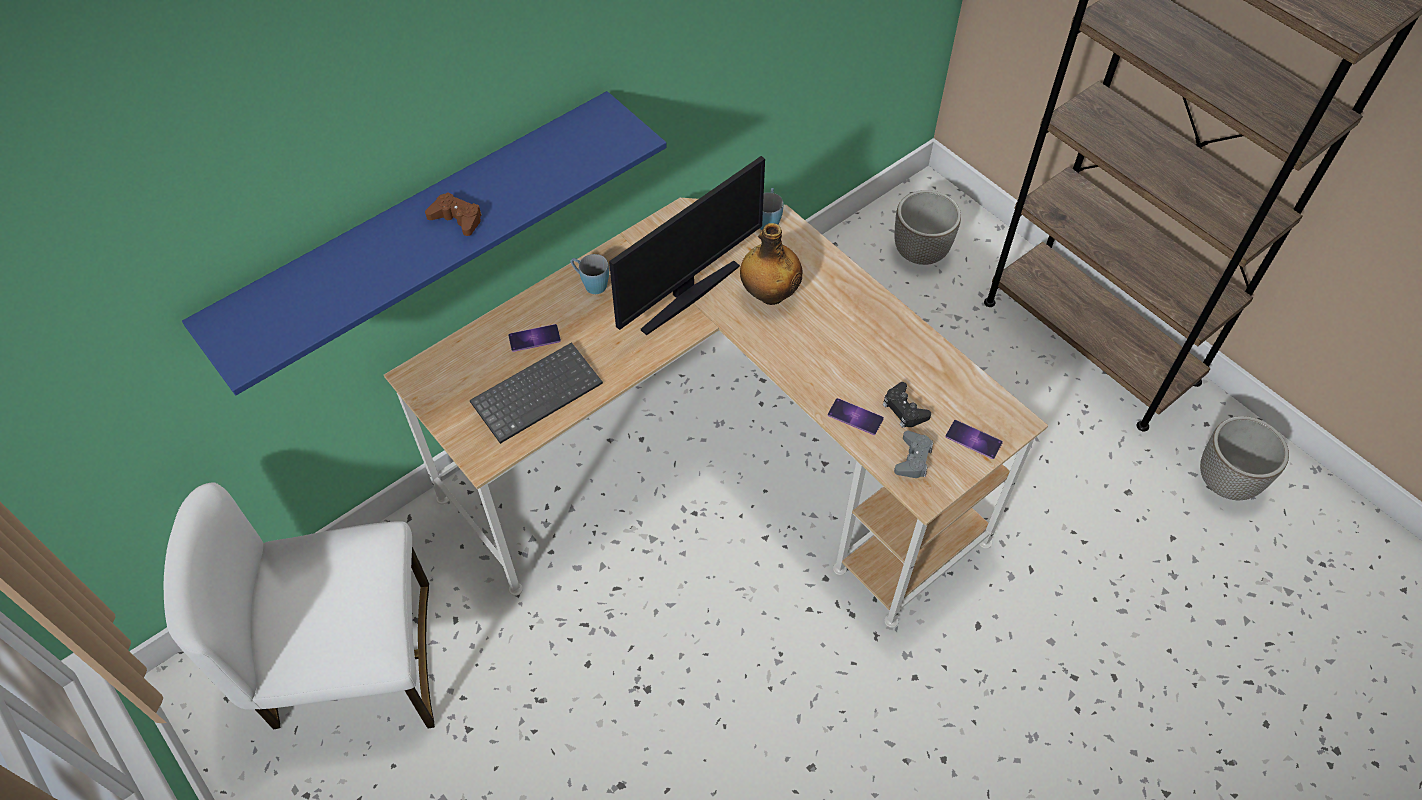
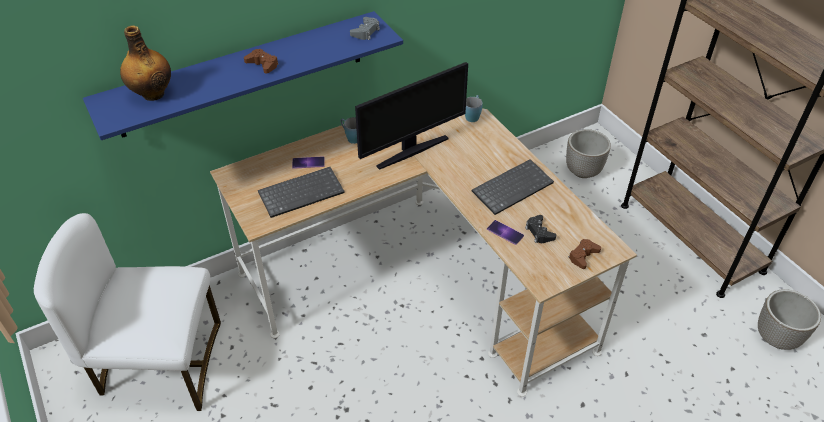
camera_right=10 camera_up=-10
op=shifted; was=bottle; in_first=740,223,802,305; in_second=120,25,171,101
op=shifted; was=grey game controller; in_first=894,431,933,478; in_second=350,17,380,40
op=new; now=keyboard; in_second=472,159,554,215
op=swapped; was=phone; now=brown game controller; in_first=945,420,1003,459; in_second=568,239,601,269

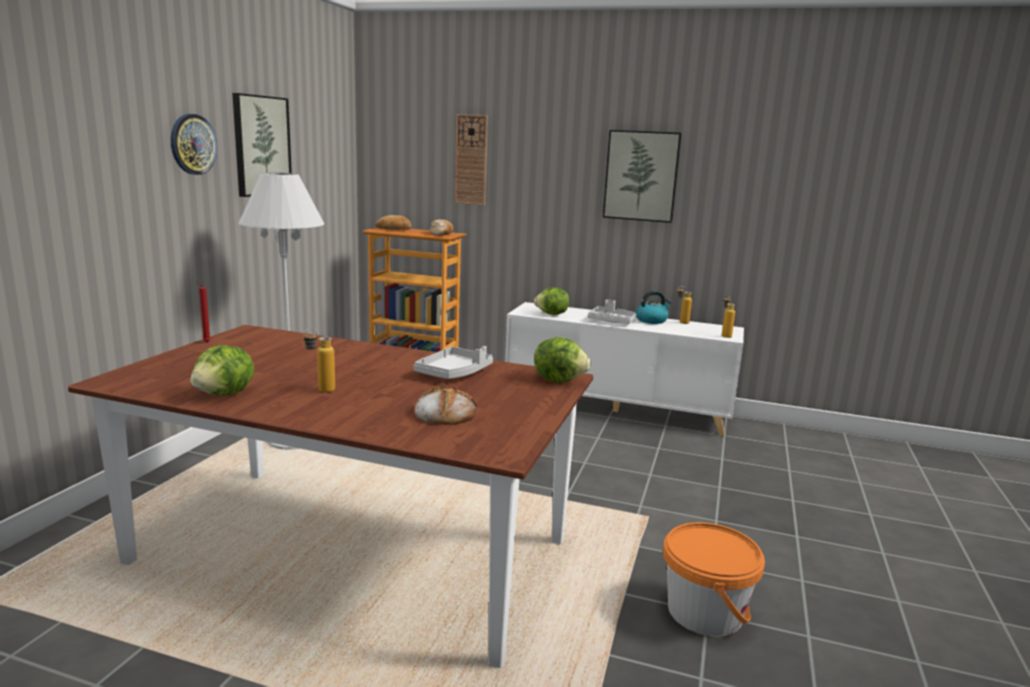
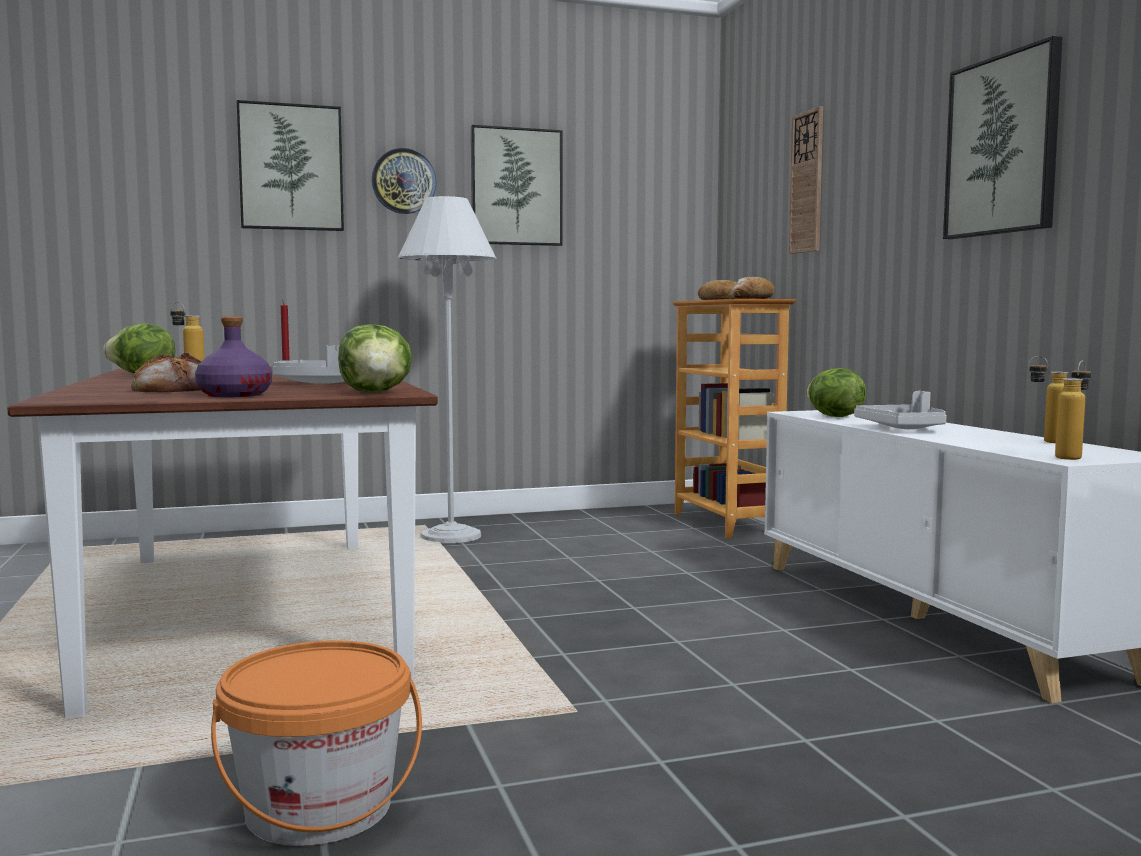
camera_right=55 camera_up=-10
op=new; now=purple bottle; in_second=195,317,272,397
op=new; now=picture; in_second=237,100,344,231
op=gone; was=kettle; in_first=636,291,671,324

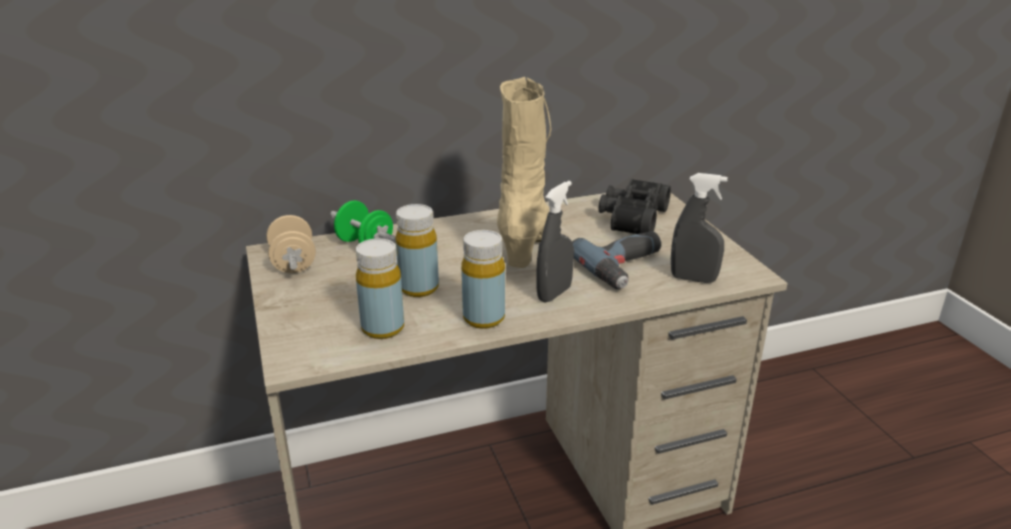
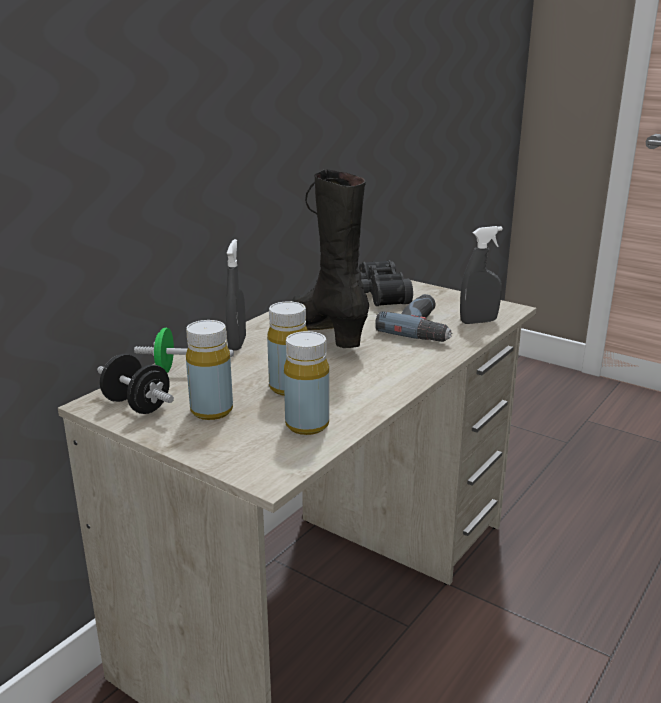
camera_right=-35 camera_up=-5
op=repainted; was=beige dumbbell; now=black dumbbell; in_first=266,215,316,273; in_second=97,354,174,414
op=shifted; was=yellow bottle; in_first=461,230,505,329; in_second=186,320,233,420
op=shifted; was=grey spray bottle; in_first=536,181,574,302; in_second=226,239,246,350
op=repainted; was=beige boot; now=black boot; in_first=497,77,551,268; in_second=292,169,369,348

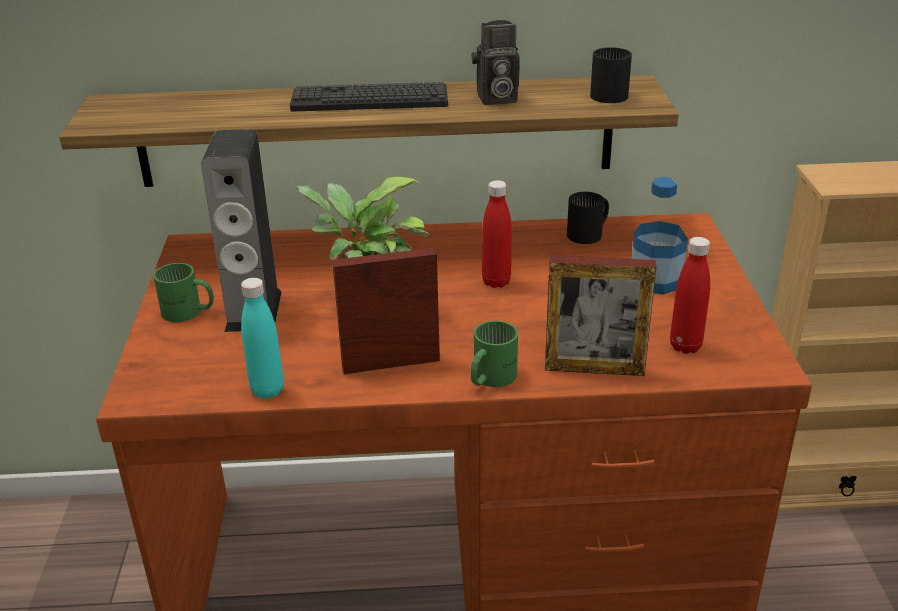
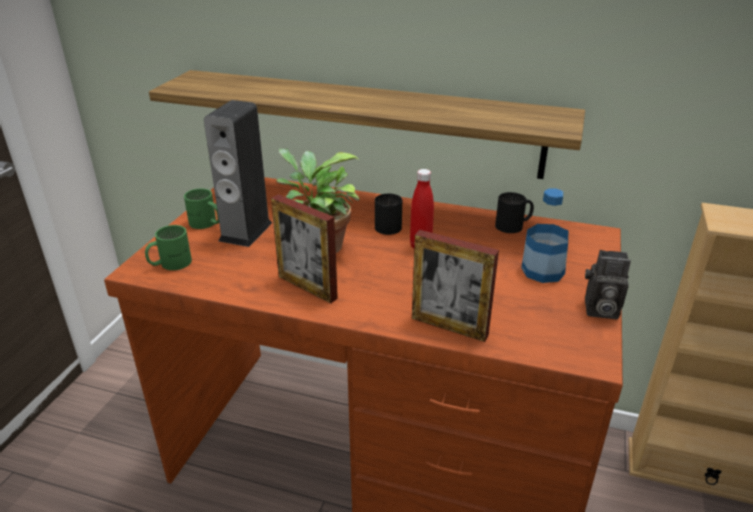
camera_right=20 camera_up=0
op=shifted; was=green mug; in_first=471,321,518,387; in_second=145,225,192,270
op=rotated; was=picture frame; in_first=332,248,440,374; in_second=271,194,338,303; clockwise=-150
op=shifted; was=black mug; in_first=590,47,632,103; in_second=375,194,402,235
op=shifted; was=photo camera; in_first=471,20,520,105; in_second=585,250,631,320
op=gone; was=turquoise bottle; in_first=241,278,284,399
op=gone; was=keyboard; in_first=290,82,448,111
op=gone; was=red bottle; in_first=670,237,710,354

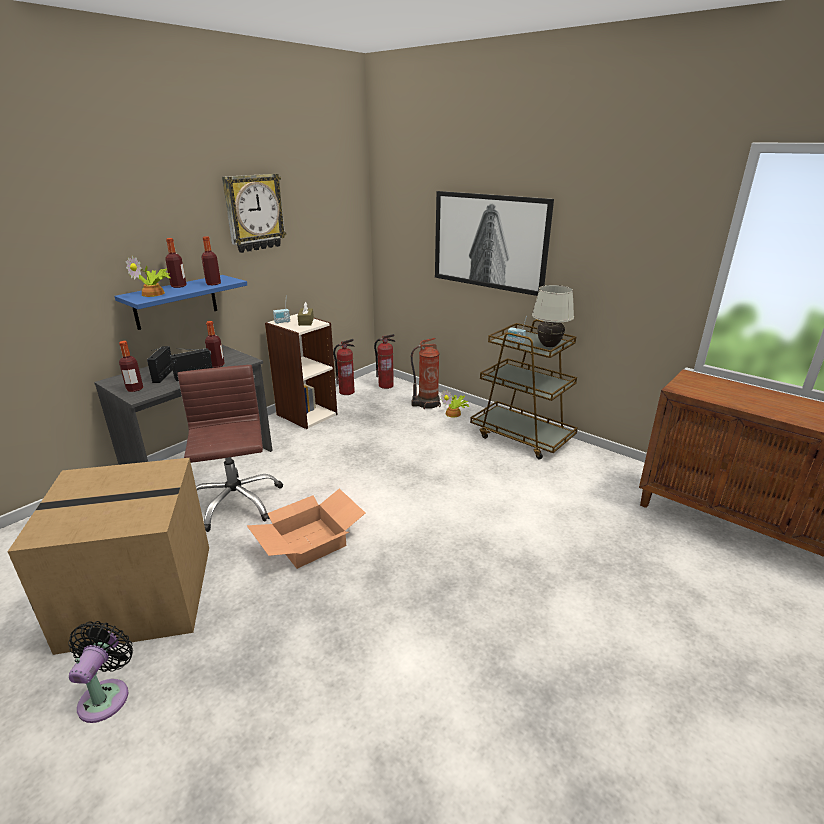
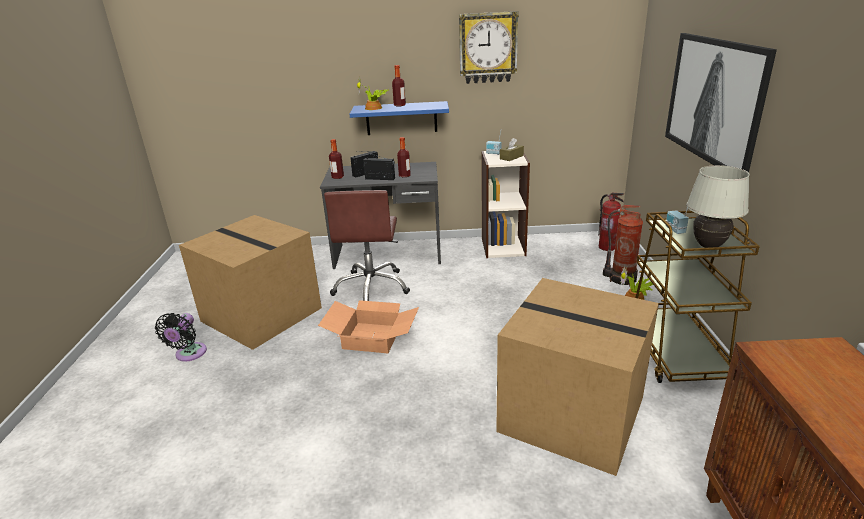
camera_right=50 camera_up=0
op=rotated; was=black fan; in_first=68,621,133,723; in_second=155,313,207,362; clockwise=135
op=rotated; was=brown office chair; in_first=178,365,283,532; in_second=324,190,410,301; clockwise=150
op=new; now=cardboard box; in_second=496,278,659,476
op=gone; was=bottle; in_first=201,236,221,285
op=gone; was=fire extinguisher; in_first=333,339,355,395

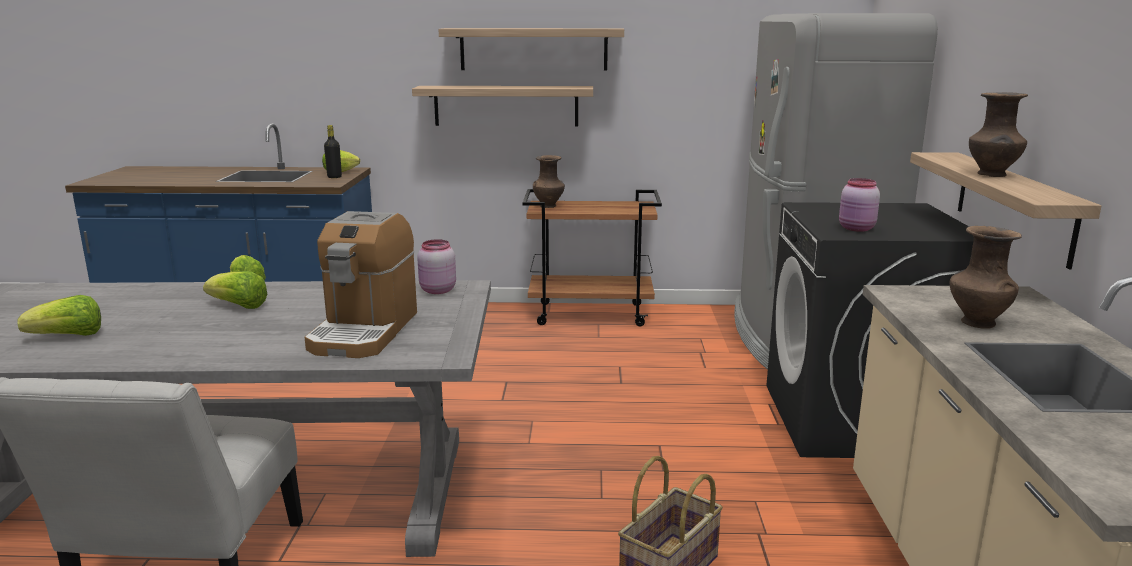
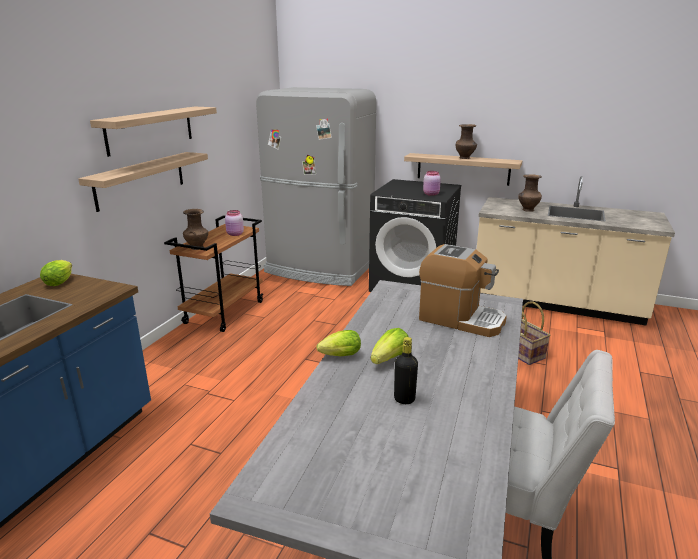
camera_right=-70 camera_up=5
op=shifted; was=pink jar; in_first=417,239,456,294; in_second=225,210,244,236
op=shifted; was=black bottle; in_first=324,125,342,178; in_second=394,337,418,404
op=gone; was=lettuce; in_first=17,295,101,336

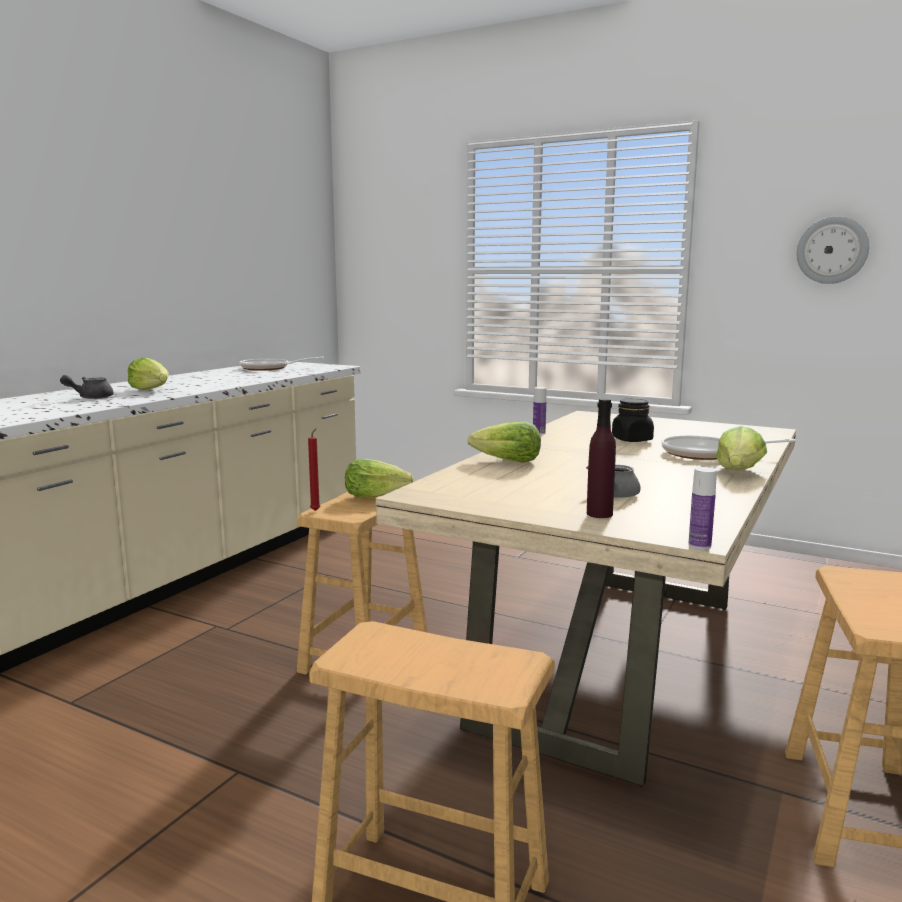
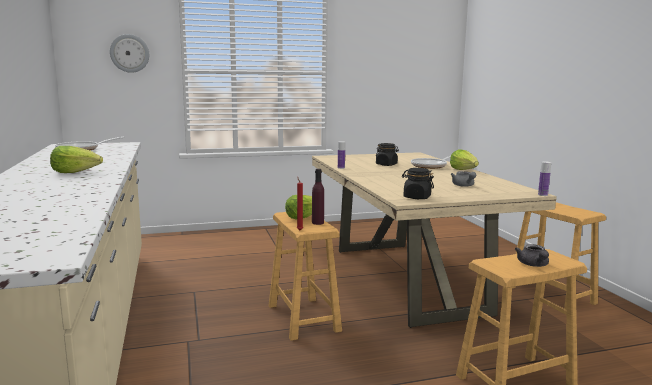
camera_right=-45 camera_up=0
op=shifted; was=wall clock; in_first=797,216,869,284; in_second=110,34,149,73
op=shifted; was=purple bottle; in_first=587,399,616,518; in_second=312,169,324,225
op=new; now=black jar; in_second=402,168,434,199
op=shifted; was=grey teapot; in_first=60,375,114,399; in_second=515,244,549,267
op=gone; was=lettuce; in_first=468,421,541,463

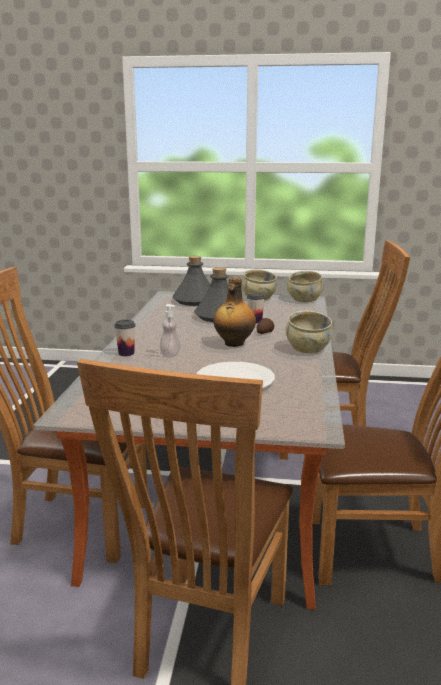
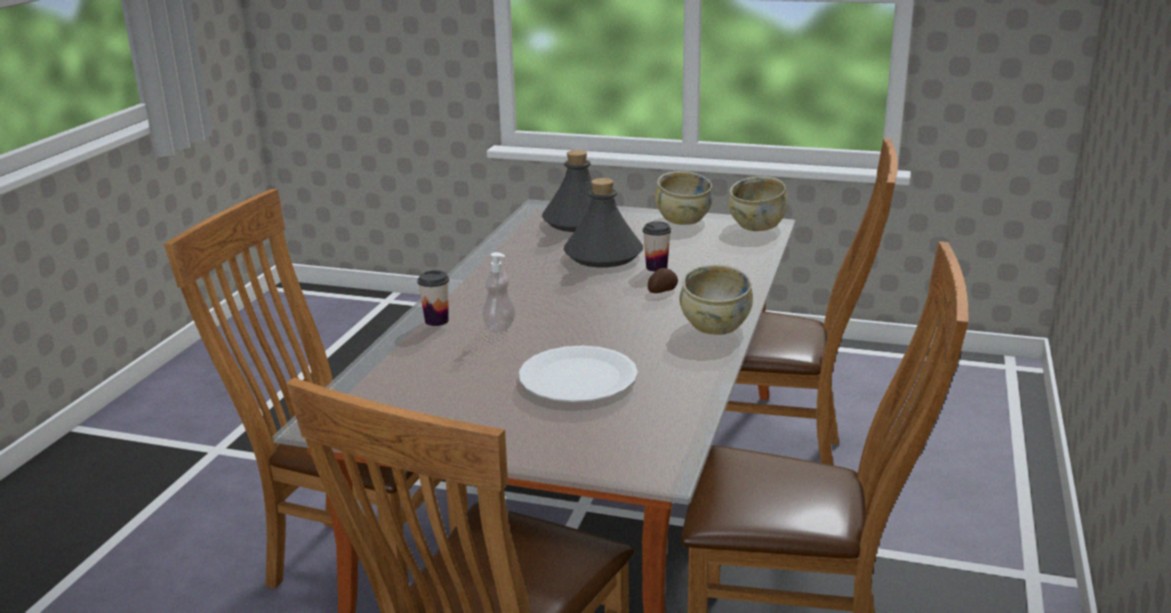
camera_right=10 camera_up=5
op=gone; was=bottle; in_first=213,277,256,347

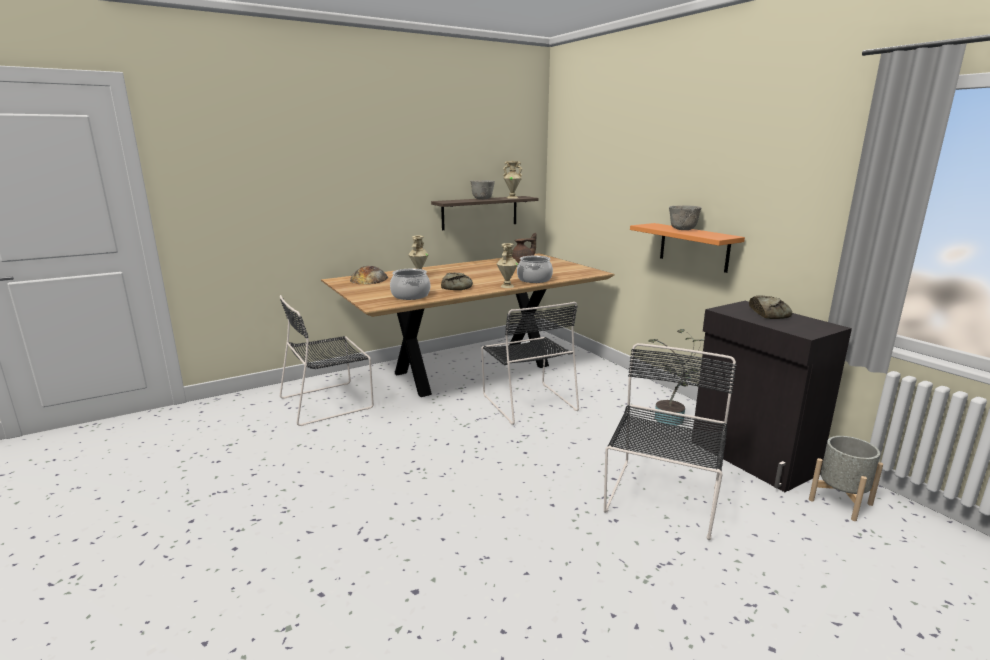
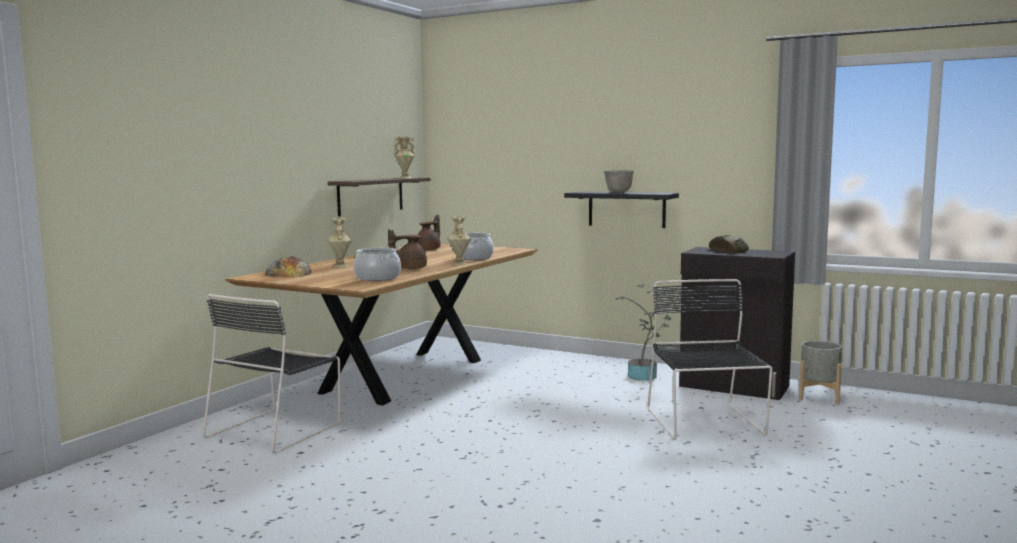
camera_right=-30 camera_up=-10
op=swapped; was=bread; now=brown teapot; in_first=441,272,473,290; in_second=388,229,427,269
op=repainted; was=orange shelf; now=black shelf; in_first=630,223,745,273; in_second=564,191,679,228
op=gone; was=grey bowl; in_first=470,180,495,200
op=gone; was=black chair; in_first=481,302,579,425

